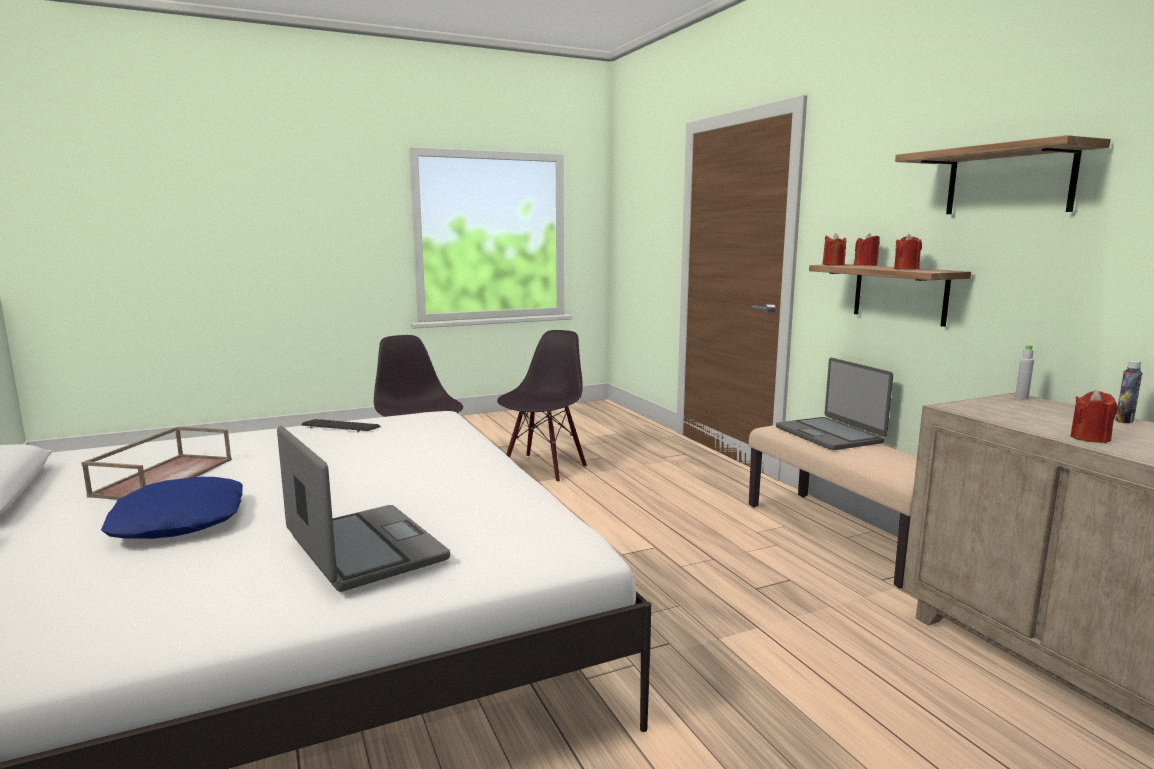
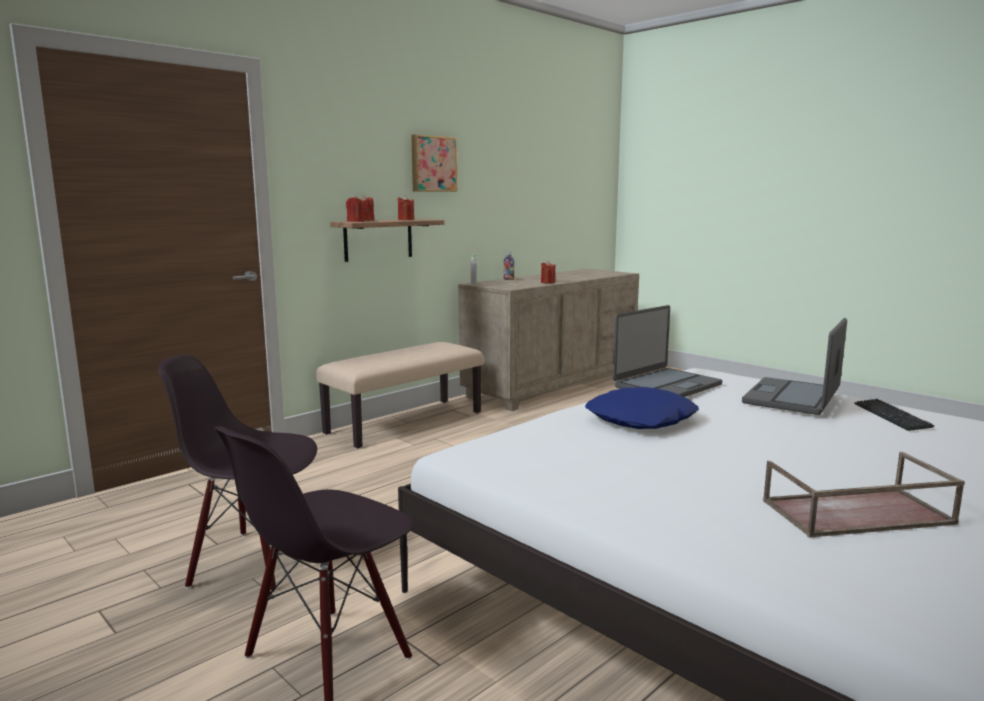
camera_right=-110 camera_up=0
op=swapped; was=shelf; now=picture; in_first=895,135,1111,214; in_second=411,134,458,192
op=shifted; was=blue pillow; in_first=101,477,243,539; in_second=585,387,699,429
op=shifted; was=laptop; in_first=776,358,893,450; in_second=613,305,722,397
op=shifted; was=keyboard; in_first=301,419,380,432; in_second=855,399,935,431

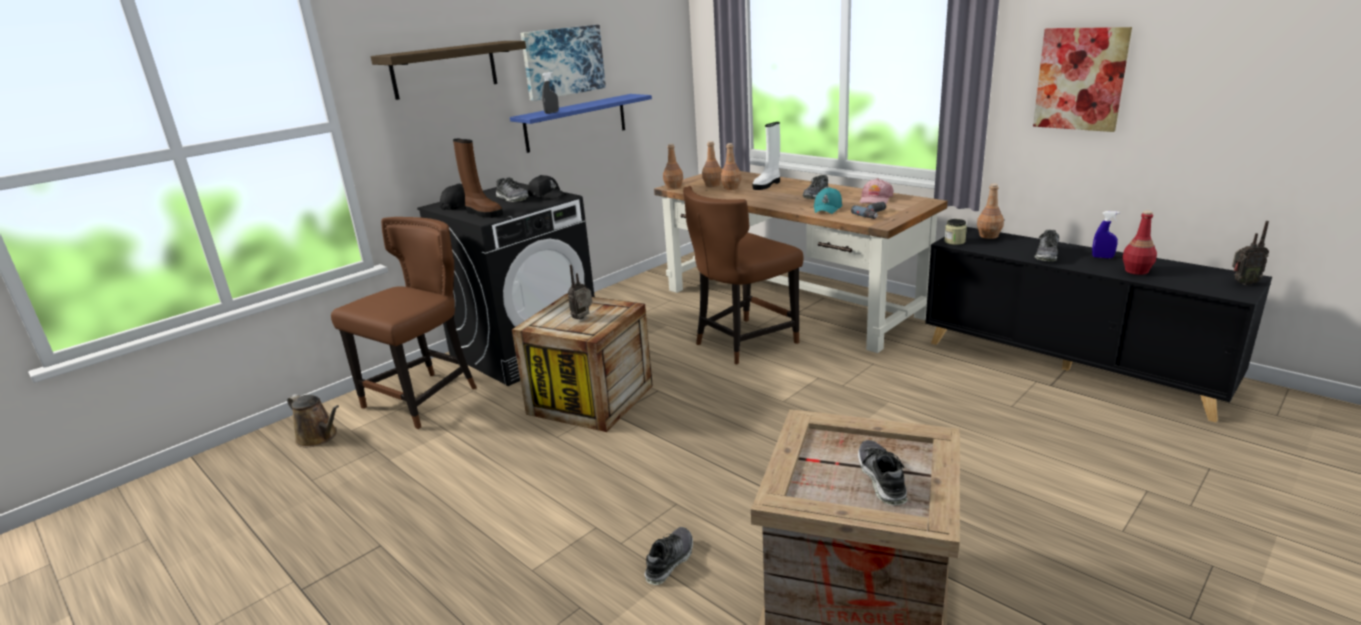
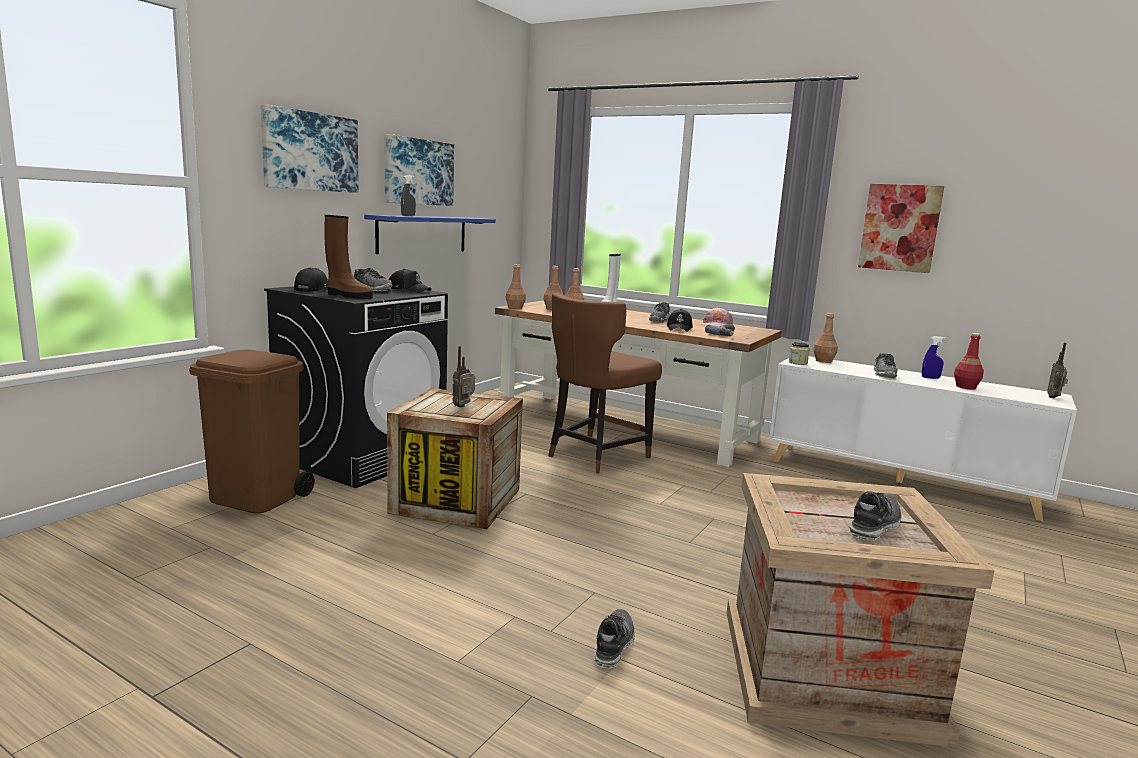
camera_right=-15 camera_up=-10
op=swapped; was=brown chair; now=brown trash can; in_first=331,217,477,429; in_second=189,350,315,513
op=swapped; was=shelf; now=picture; in_first=371,41,526,100; in_second=261,104,359,193
op=repainted; was=turquoise cap; now=black cap; in_first=814,187,842,214; in_second=666,309,693,332
op=repainted; was=black cabinet; now=white cabinet; in_first=925,227,1272,422; in_second=769,356,1077,521
op=rotated; was=shoe; in_first=858,440,908,505; in_second=849,491,901,541; clockwise=60
op=rotated; was=radio; in_first=1232,221,1269,286; in_second=1047,343,1068,398; clockwise=120
op=gone; was=brown watering can; in_first=287,394,339,447

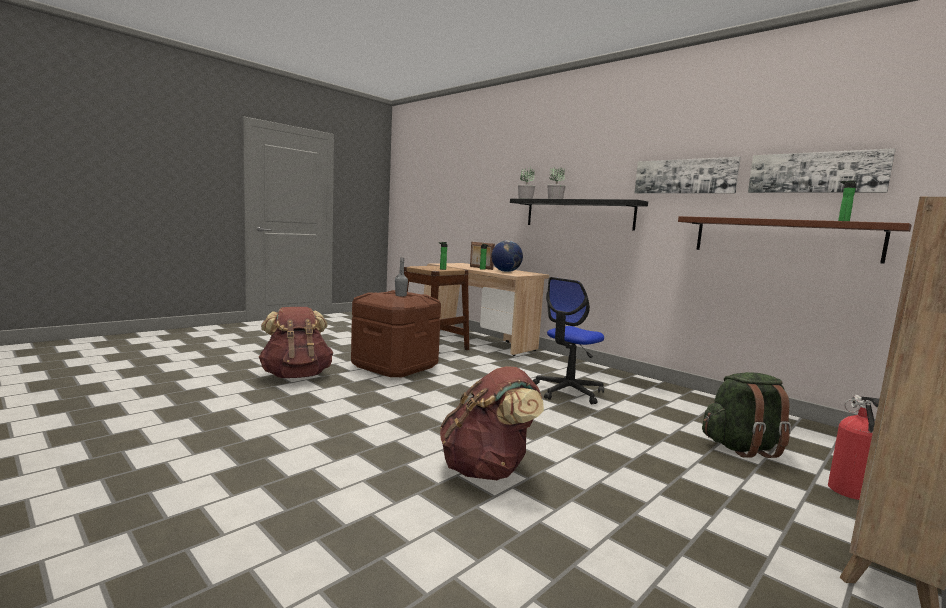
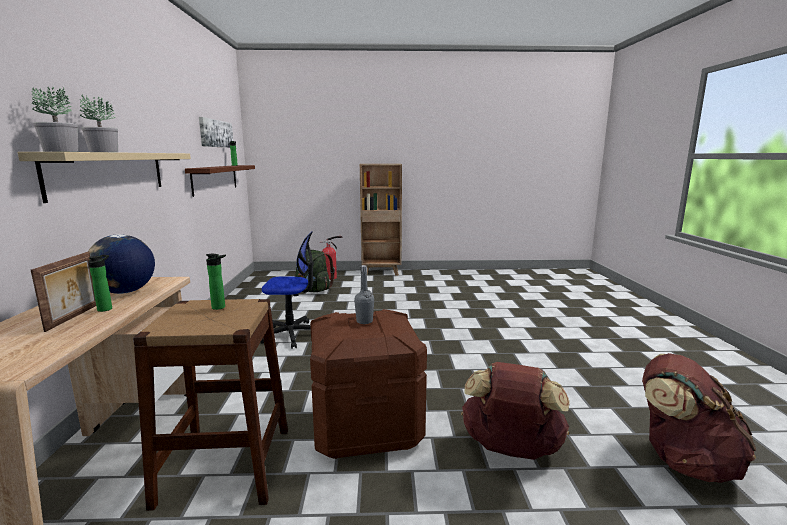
camera_right=-135 camera_up=5
op=repainted; was=black shelf; now=beige shelf; in_first=510,199,648,231; in_second=18,152,191,203
op=shifted; was=brown backpack; in_first=440,366,544,480; in_second=642,353,756,483
op=gone; was=picture; in_first=634,157,741,194

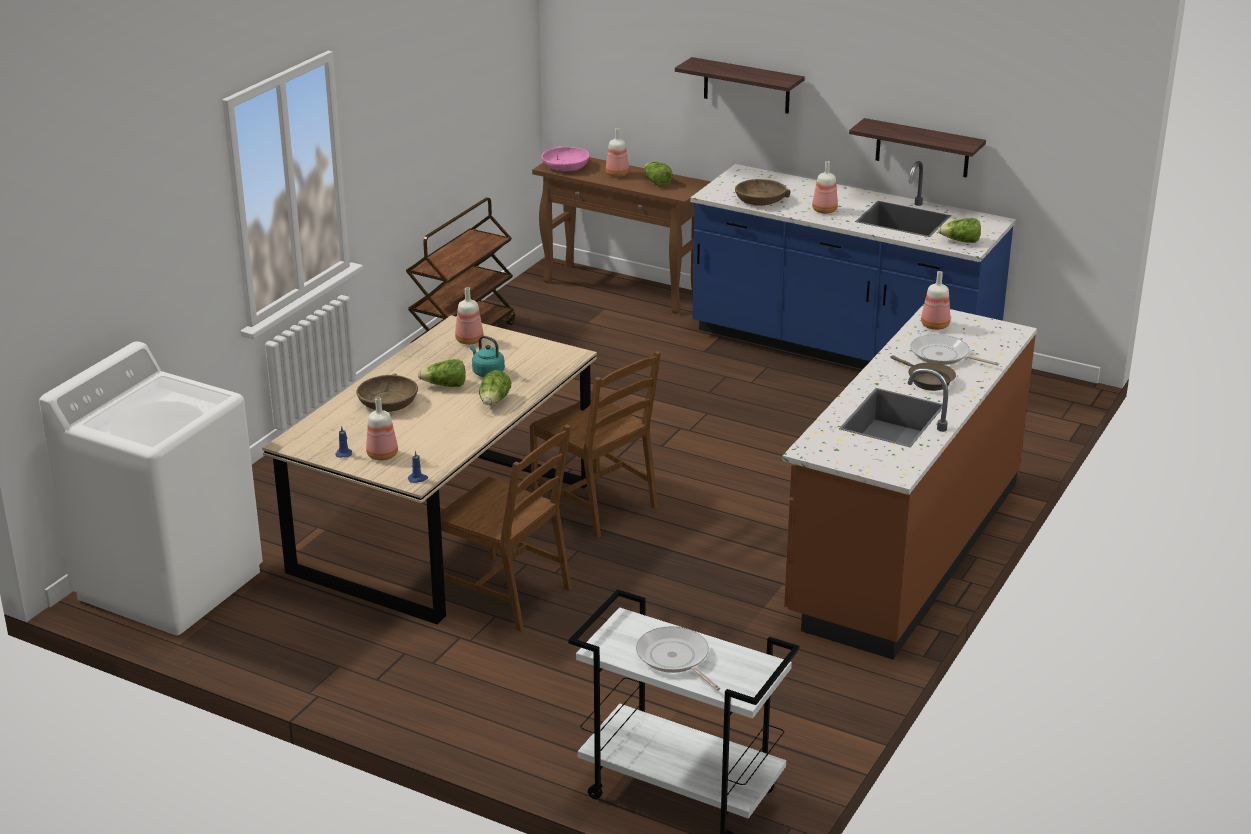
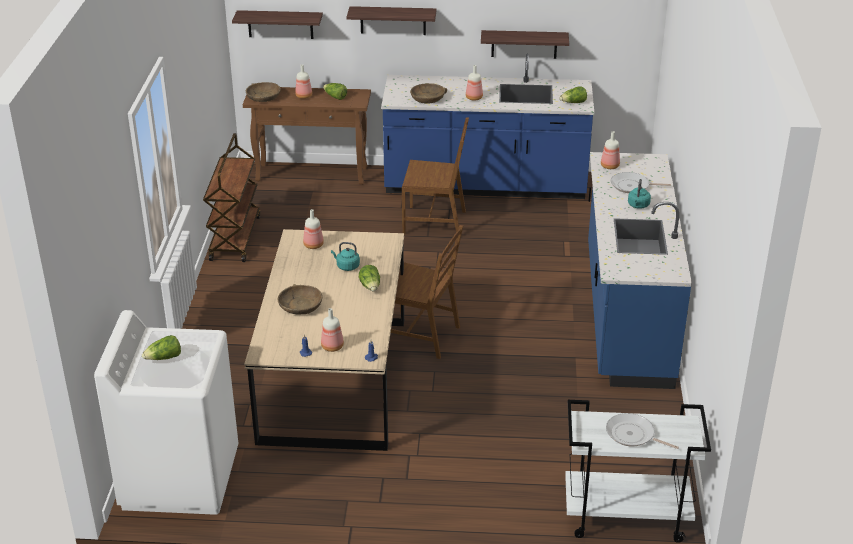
camera_right=-25 camera_up=5
op=shifted; was=lettuce; in_first=418,359,466,387; in_second=142,335,181,360
op=new; now=shelf; in_second=232,10,323,39
op=repainted; was=pink bowl; now=brown bowl; in_first=541,146,590,171; in_second=246,82,281,102
op=shifted; was=brown chair; in_first=440,424,572,632; in_second=402,117,469,235
op=repainted; was=brown counter; now=blue counter; in_first=782,304,1037,659; in_second=588,152,692,389
op=swapped; was=brown frying pan; now=turquoise kettle; in_first=891,355,956,391; in_second=628,179,651,209

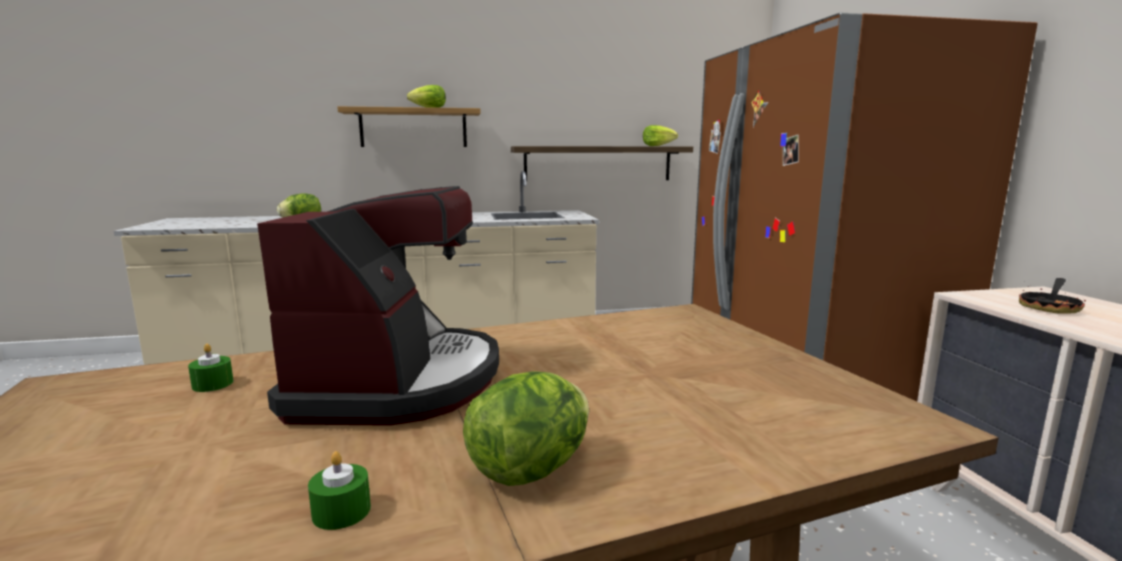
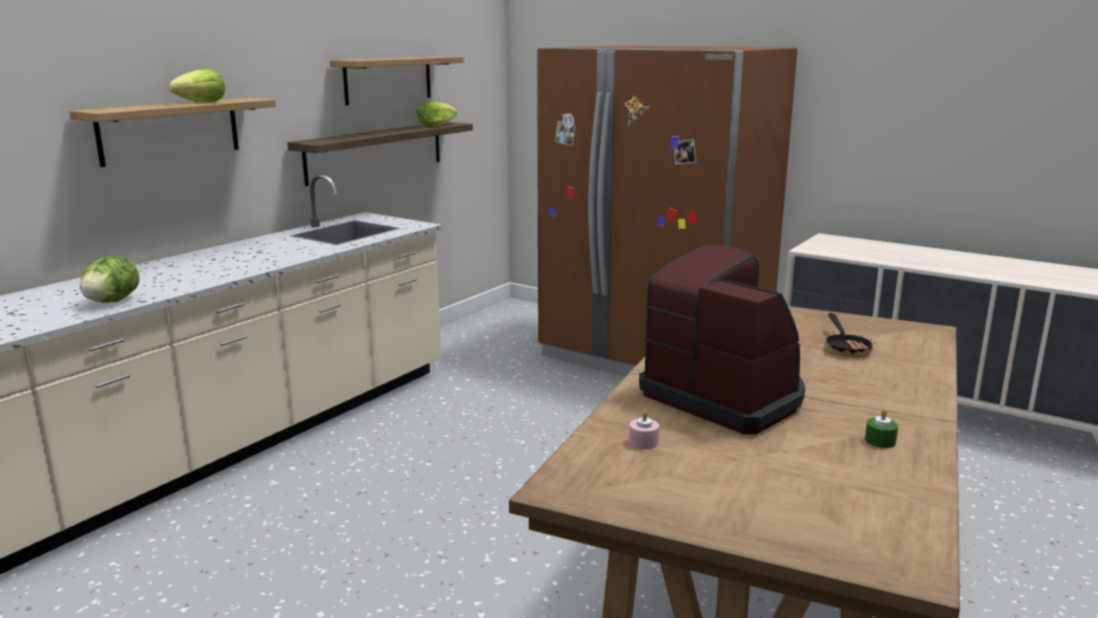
camera_right=-45 camera_up=5
op=new; now=shelf; in_second=330,56,464,105
op=repainted; was=green candle; now=pink candle; in_first=188,344,234,392; in_second=629,410,659,449
op=shifted; was=frying pan; in_first=1019,278,1086,314; in_second=824,313,875,358
op=gone; was=lettuce; in_first=463,371,589,486

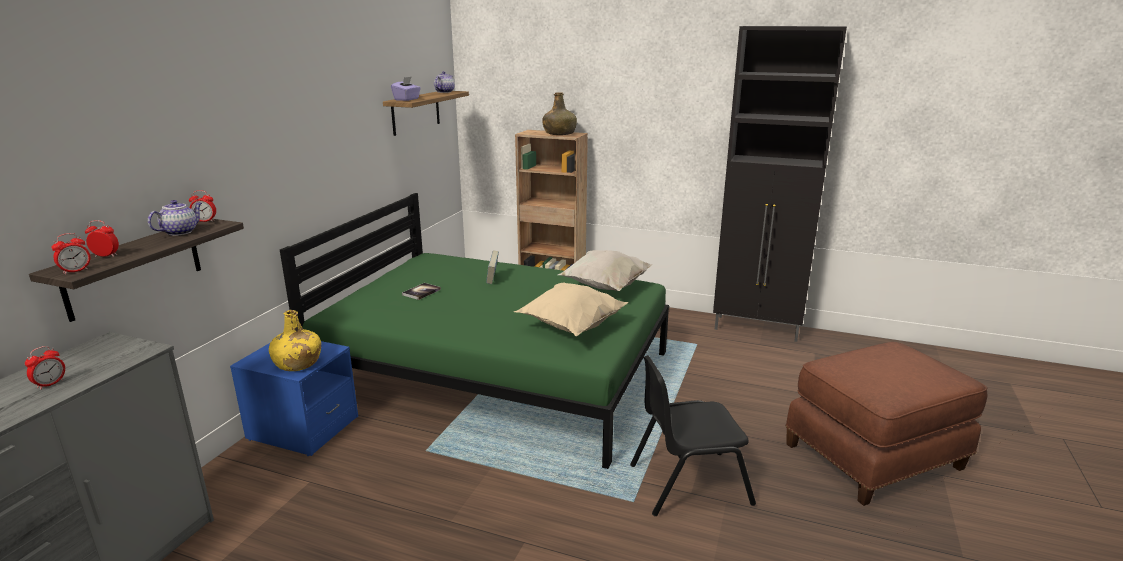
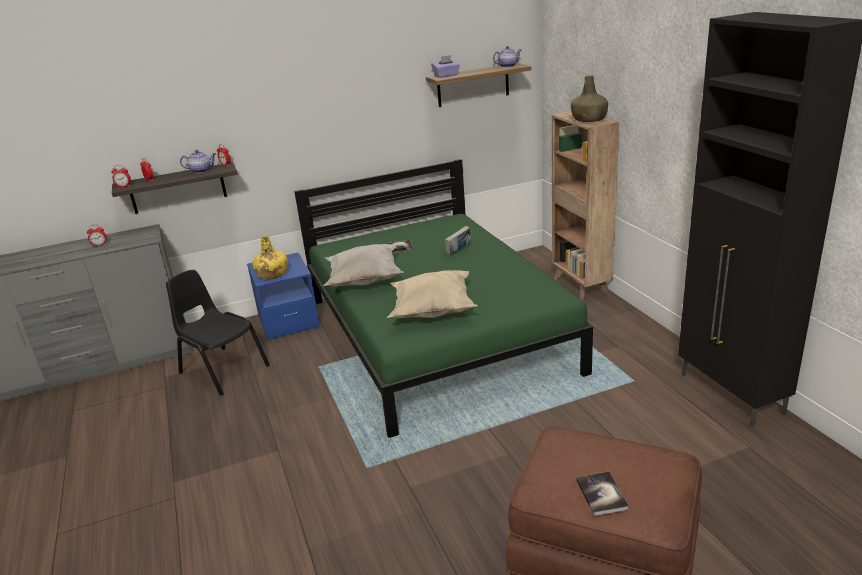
camera_right=50 camera_up=5
op=shifted; was=black chair; in_first=630,355,756,516; in_second=166,270,270,396
op=shifted; was=white pillow; in_first=558,250,653,291; in_second=323,244,404,286
op=new; now=book; in_second=576,471,629,516

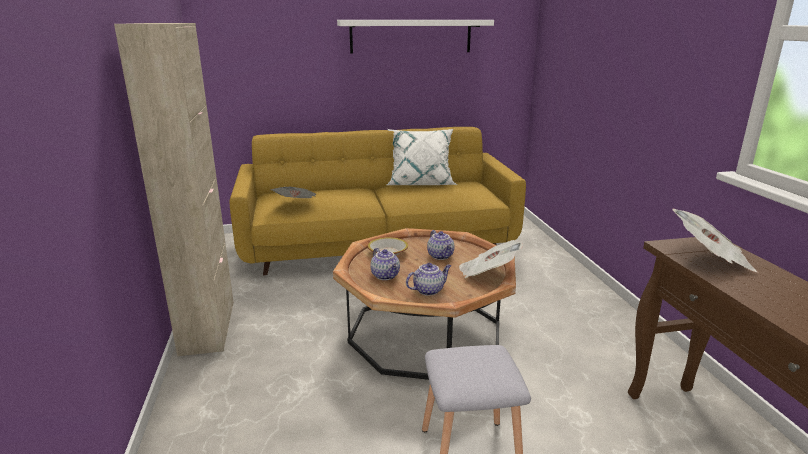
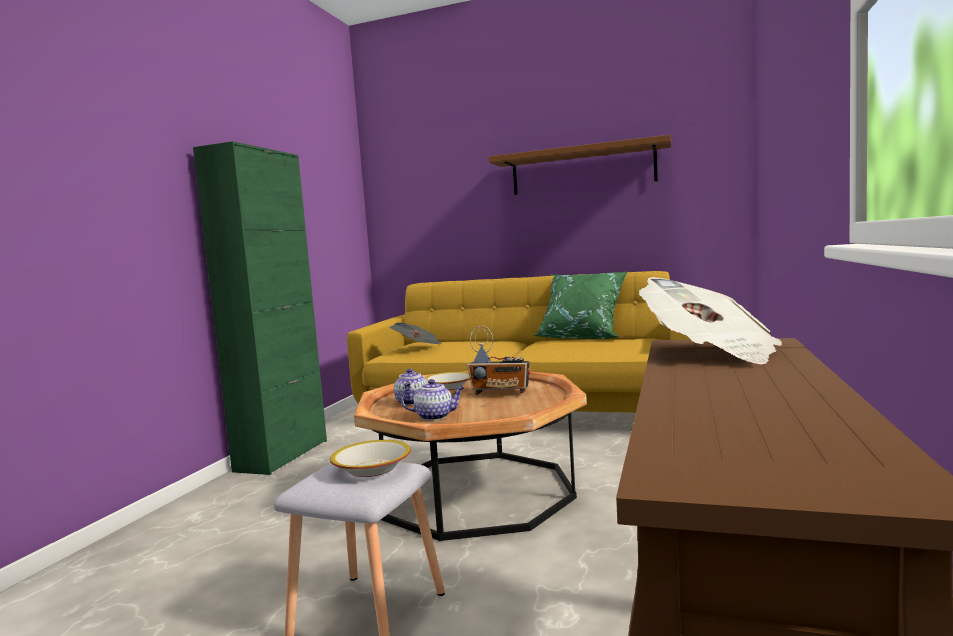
camera_right=30 camera_up=-15
op=repainted; was=beige cabinet; now=green cabinet; in_first=114,23,234,356; in_second=193,141,327,475
op=new; now=bowl; in_second=330,440,411,477
op=swapped; was=teapot; now=radio; in_first=427,230,454,260; in_second=467,326,530,394
op=repainted; was=white shelf; now=brown shelf; in_first=337,20,494,54; in_second=489,135,671,195
op=repainted; was=white pillow; now=green pillow; in_first=387,129,458,185; in_second=533,271,628,339
op=gone; was=newspaper; in_first=459,240,523,278

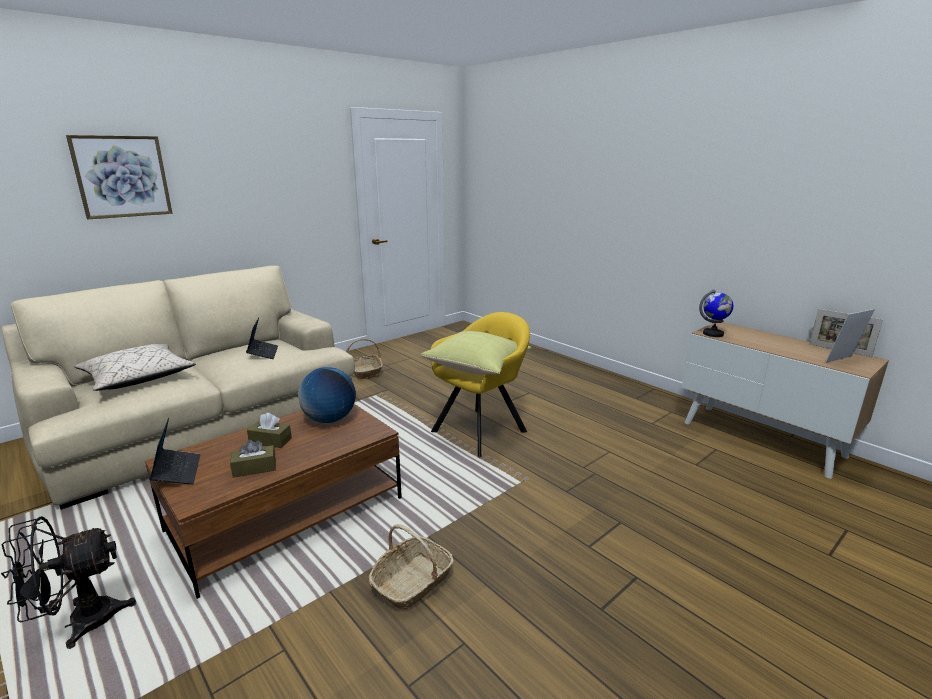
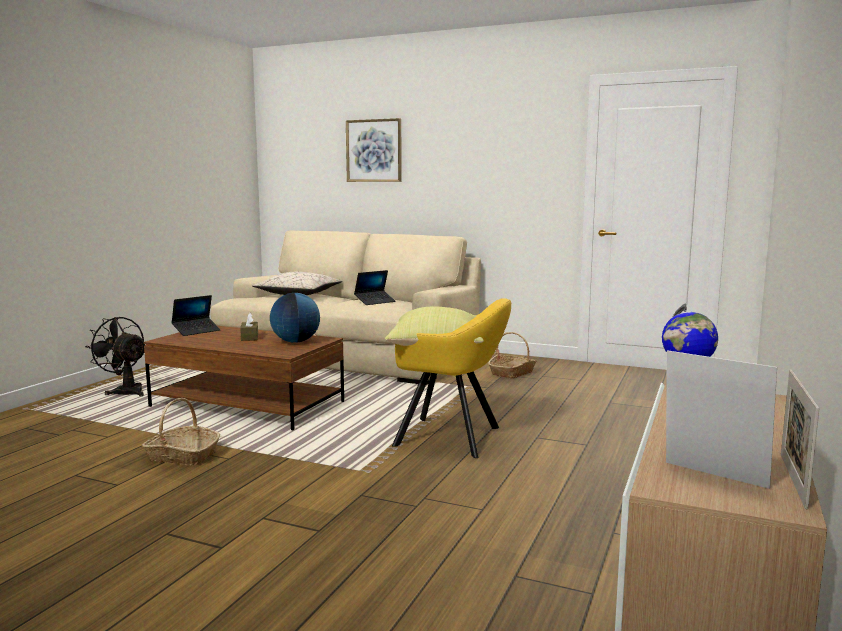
camera_right=65 camera_up=-10
op=gone; was=brown tissue box; in_first=230,440,276,478

